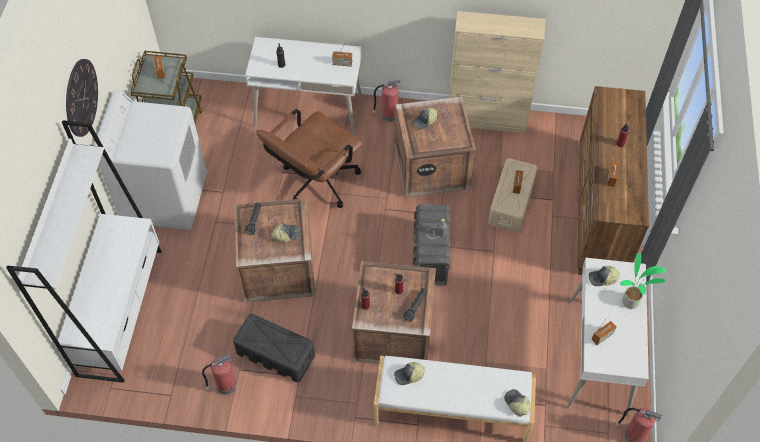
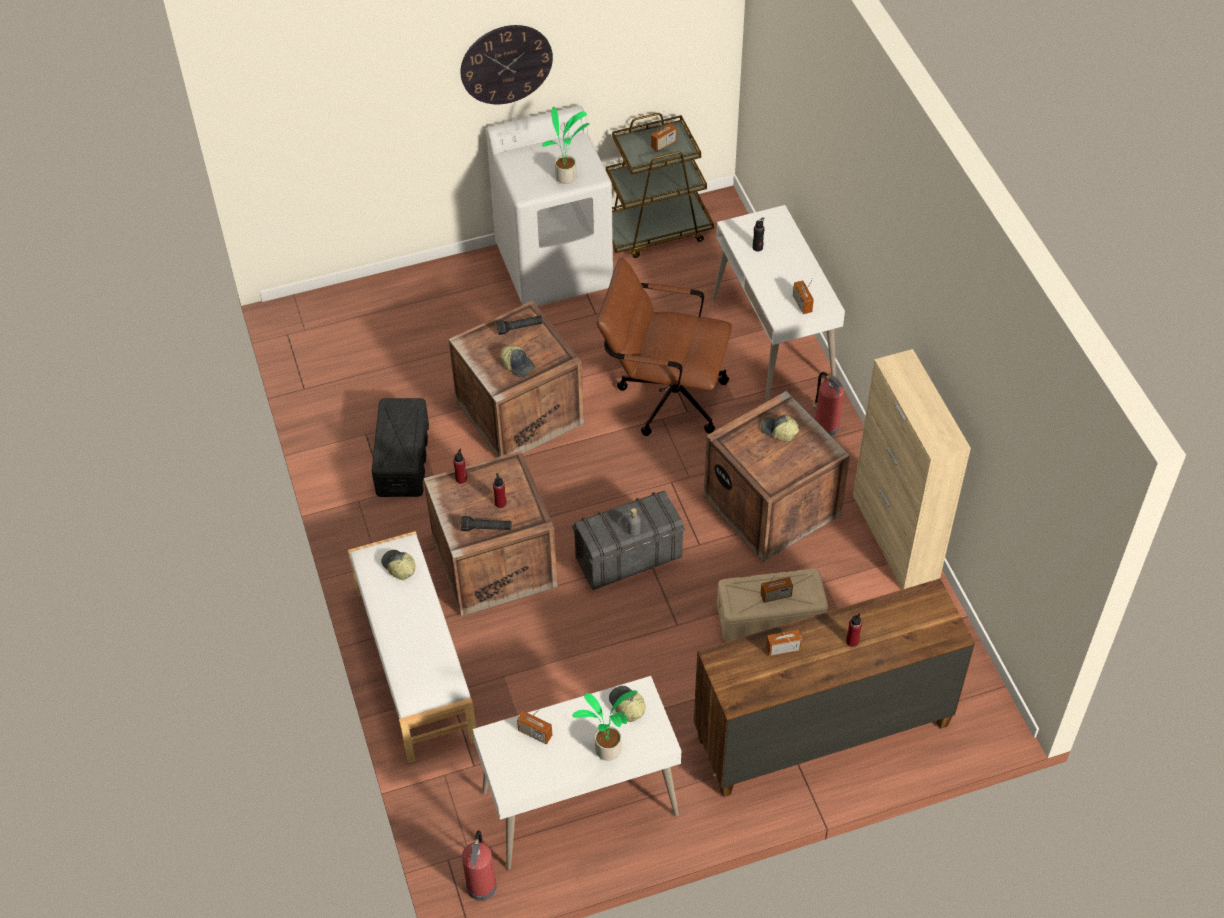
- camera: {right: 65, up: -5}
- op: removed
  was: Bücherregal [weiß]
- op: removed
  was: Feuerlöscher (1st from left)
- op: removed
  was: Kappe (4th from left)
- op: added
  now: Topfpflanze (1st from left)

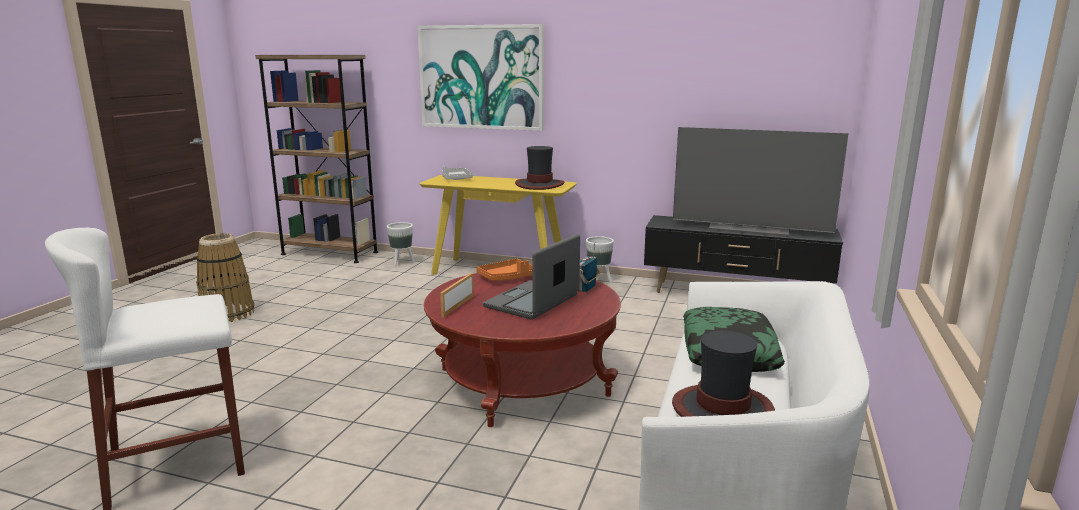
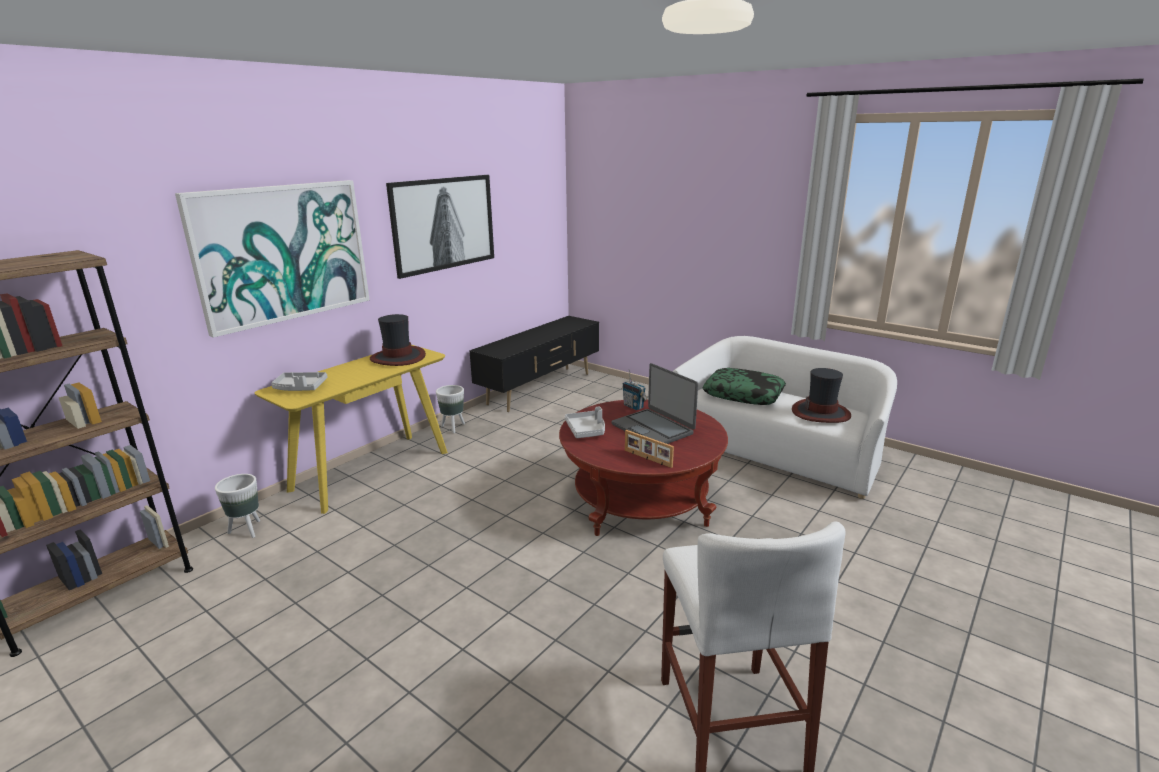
- camera: {right: -70, up: 5}
- op: removed
  was: Fernseher
- op: removed
  was: Korb
- op: recoloured
  was: Tablett [orange]
  now: Tablett [grau] (2nd from left)
- op: added
  now: Bild (2nd from left)

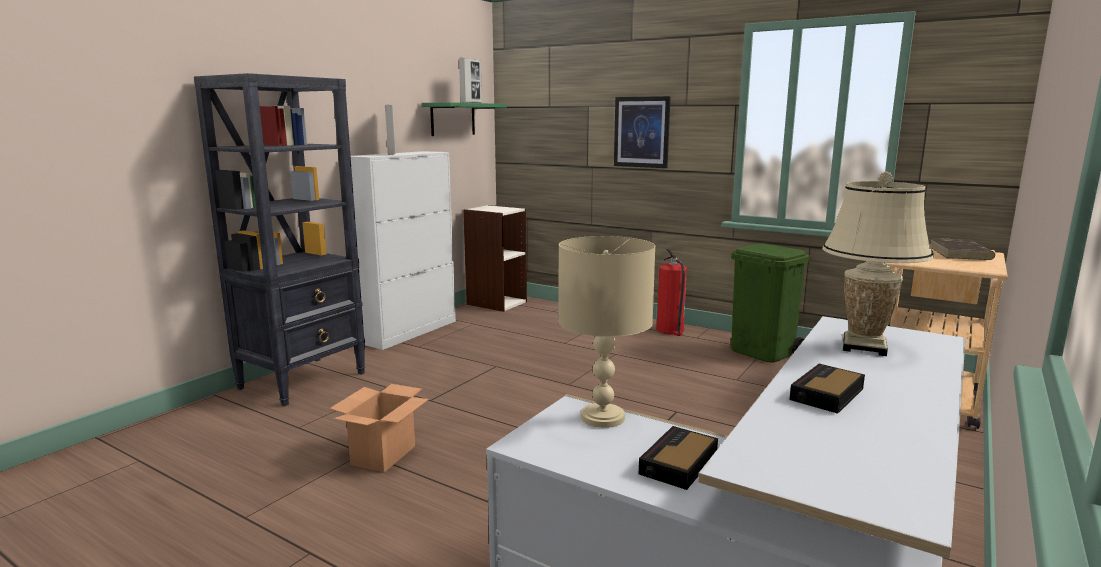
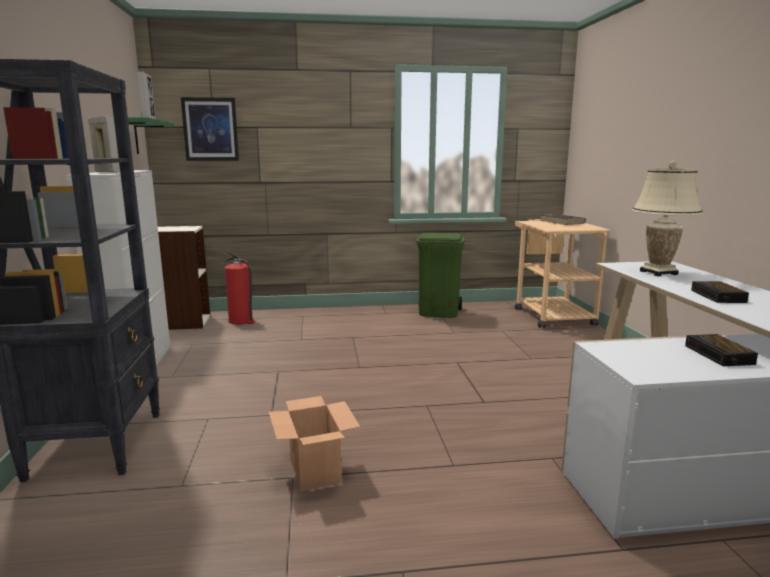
- camera: {right: -40, up: 0}
- op: moved
  was: Bild
- op: removed
  was: Tischlampe [beige] (1st from left)
- op: moved
  was: Feuerlöscher

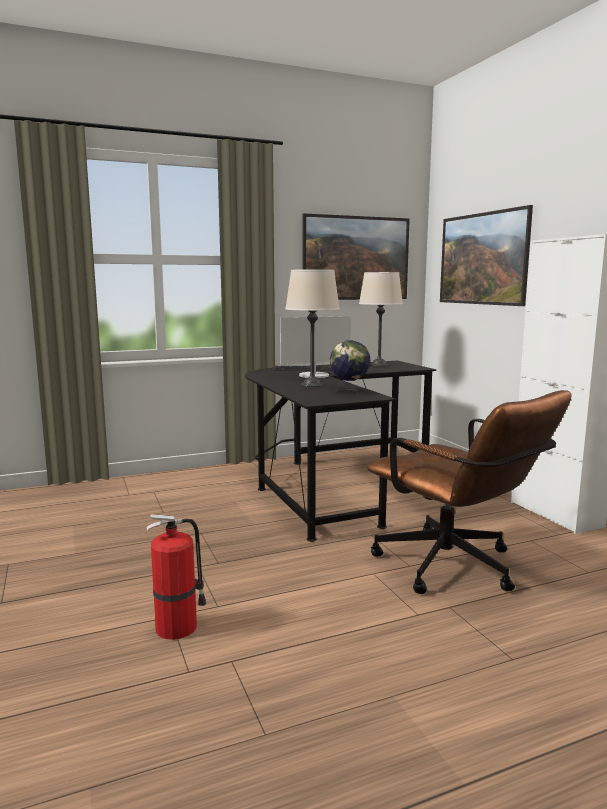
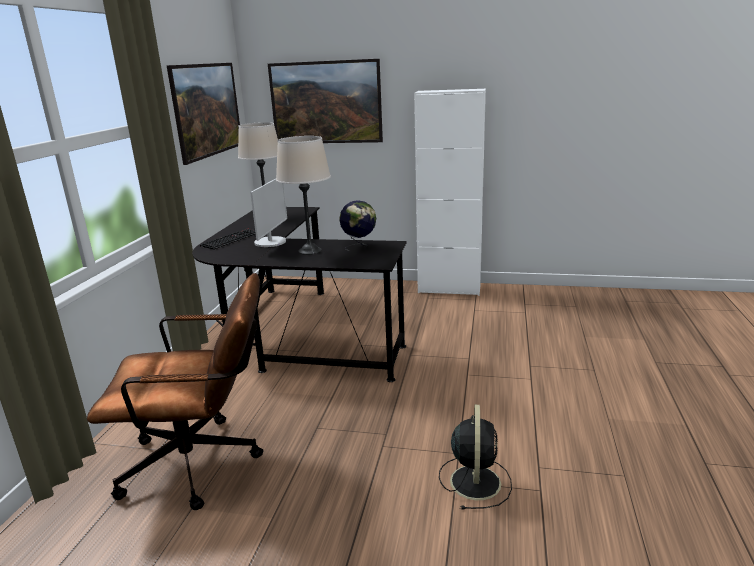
- camera: {right: -55, up: 10}
- op: moved
  was: Bürostuhl [braun]
- op: replaced
  was: Feuerlöscher
  now: Ventilator [schwarz]

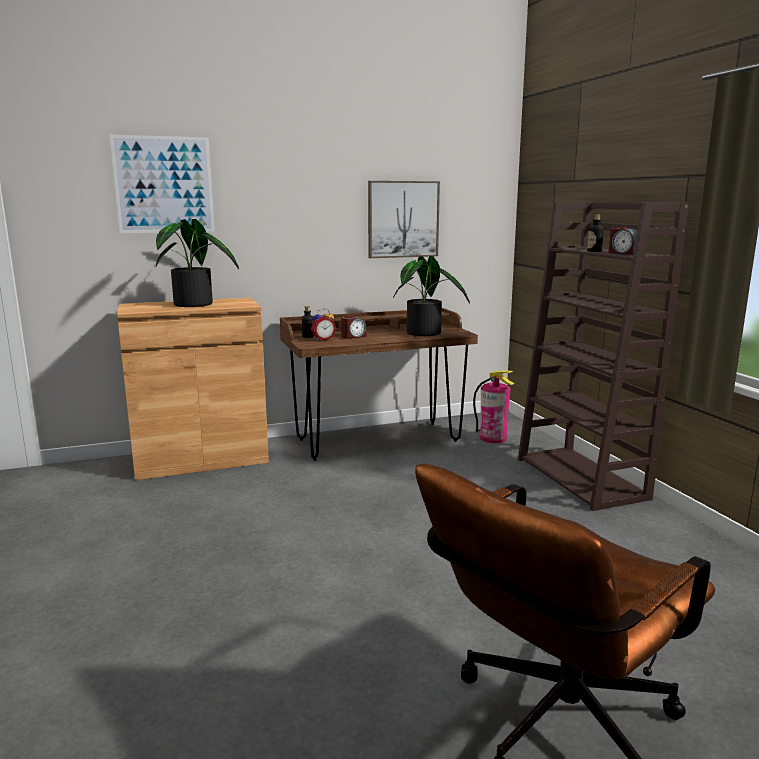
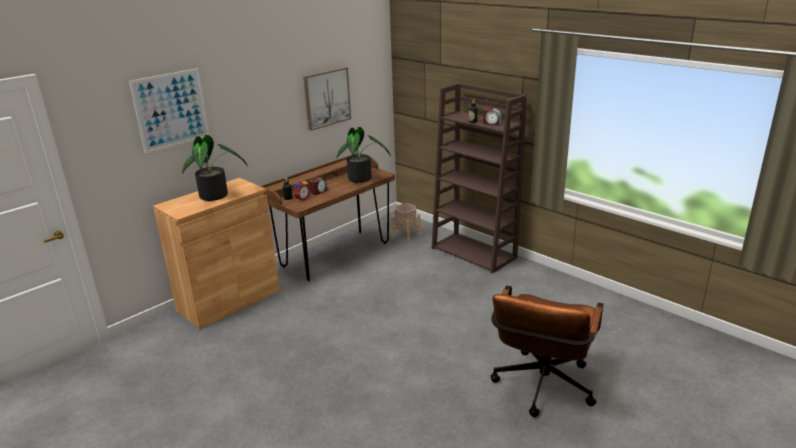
- camera: {right: -25, up: 10}
- op: replaced
  was: Feuerlöscher
  now: Pflanzkübel [beige]

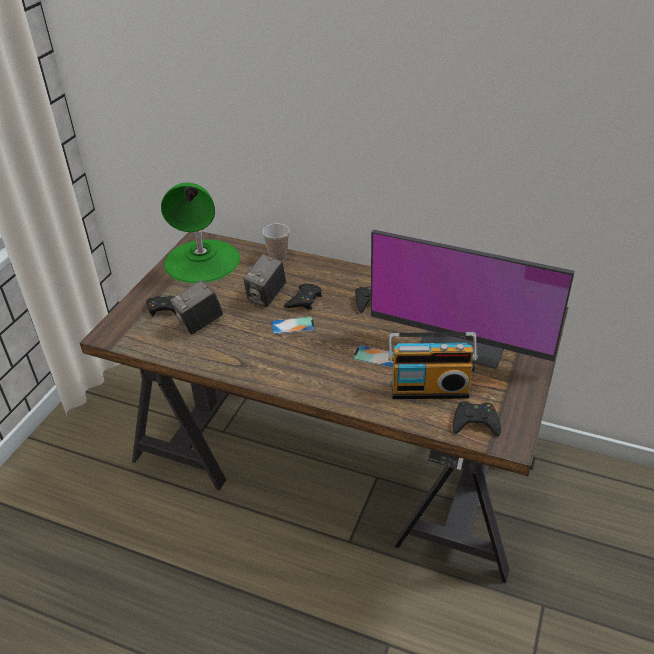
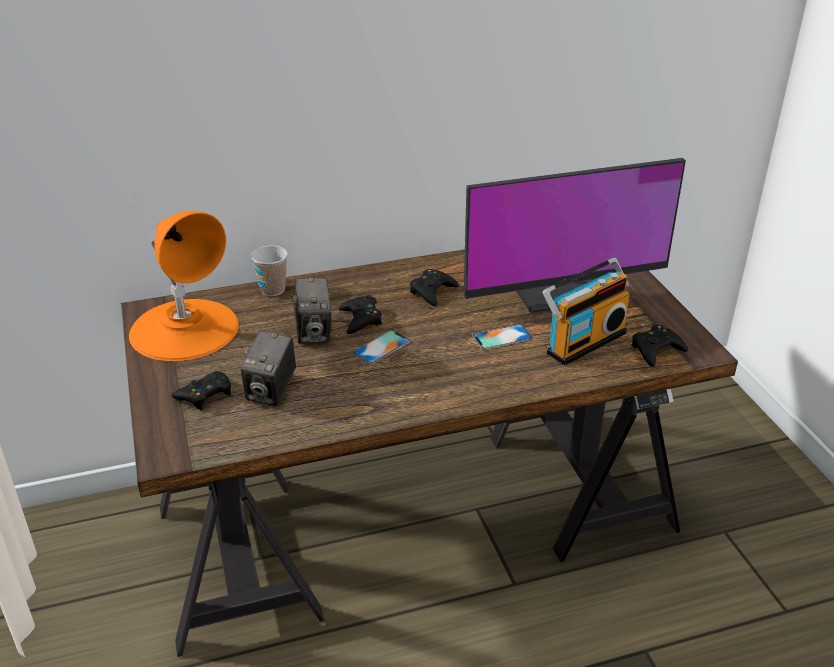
- camera: {right: -40, up: -5}
- op: recoloured
  was: Tischlampe [grün]
  now: Tischlampe [orange]

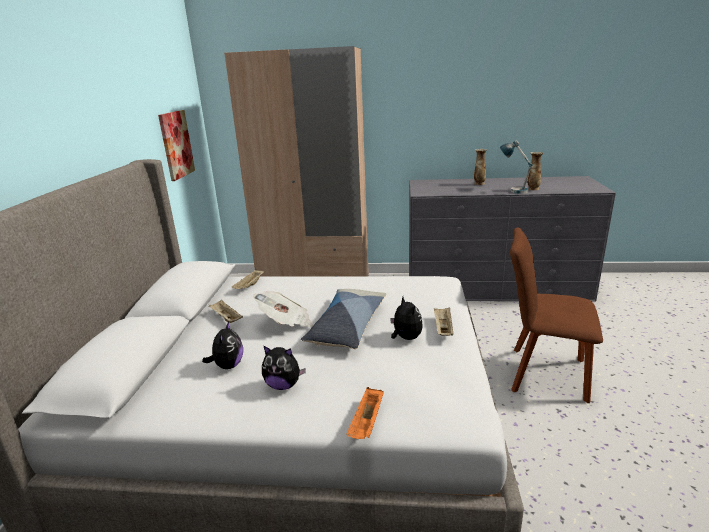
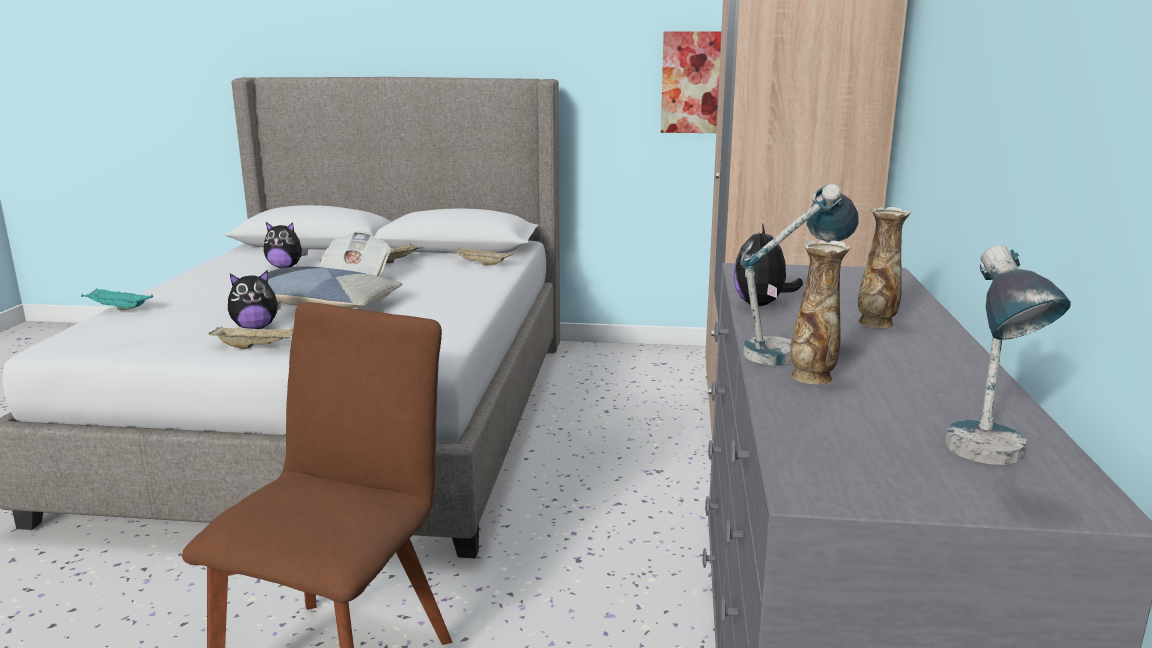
- camera: {right: 90, up: -5}
- op: moved
  was: Plüschtier (2nd from left in the first image)
  now: Plüschtier (3rd from left)
- op: recoloured
  was: Tablett [orange]
  now: Tablett [türkis]
- op: added
  now: Tischlampe (2nd from left)

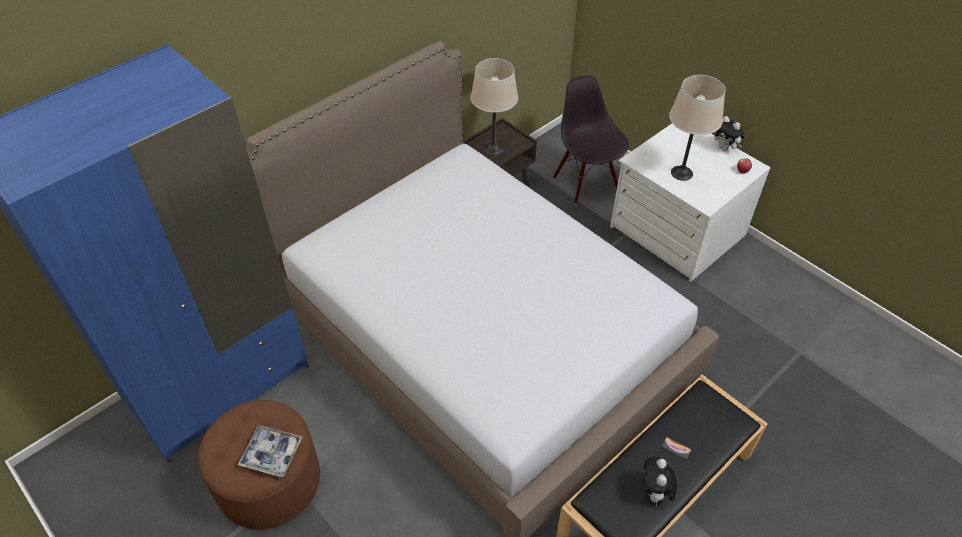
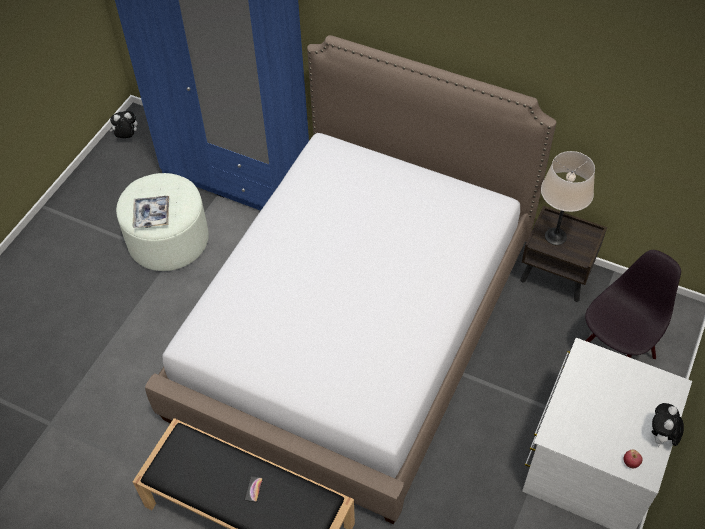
- camera: {right: 70, up: 5}
- op: removed
  was: Tischlampe [beige] (2nd from left)
- op: recoloured
  was: Polsterhocker [braun]
  now: Polsterhocker [weiß]
- op: moved
  was: Plüschtier (1st from left)

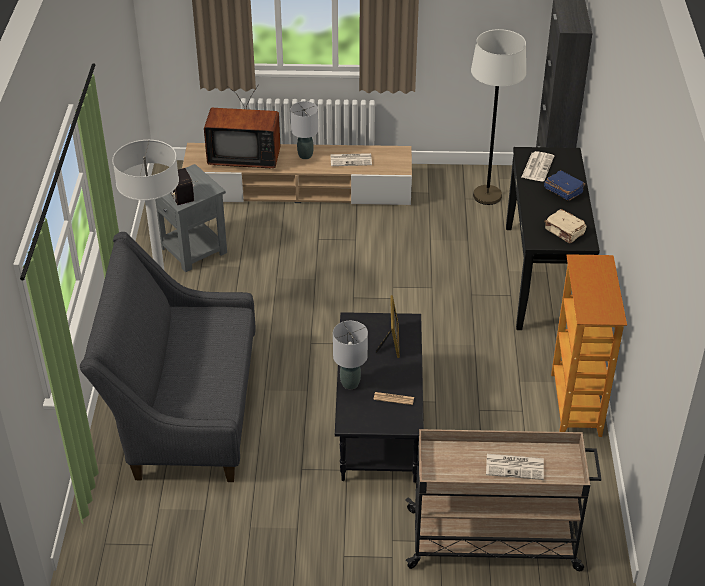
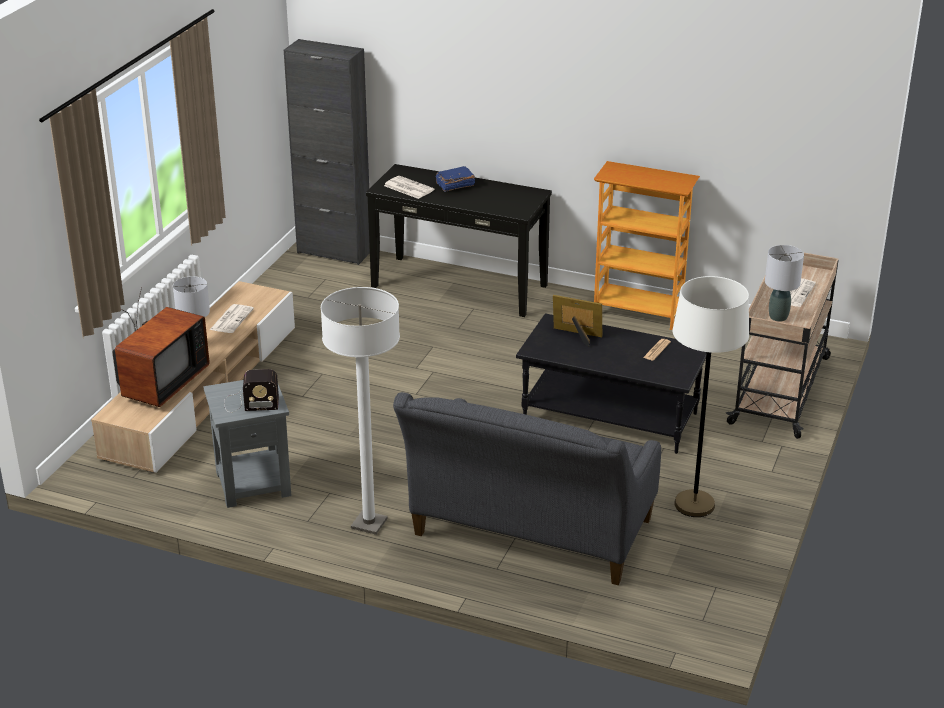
- camera: {right: -70, up: -10}
- op: moved
  was: Stehlampe [weiß] (2nd from left)
- op: removed
  was: Buch [beige]
- op: moved
  was: Tischlampe [grau] (2nd from left)

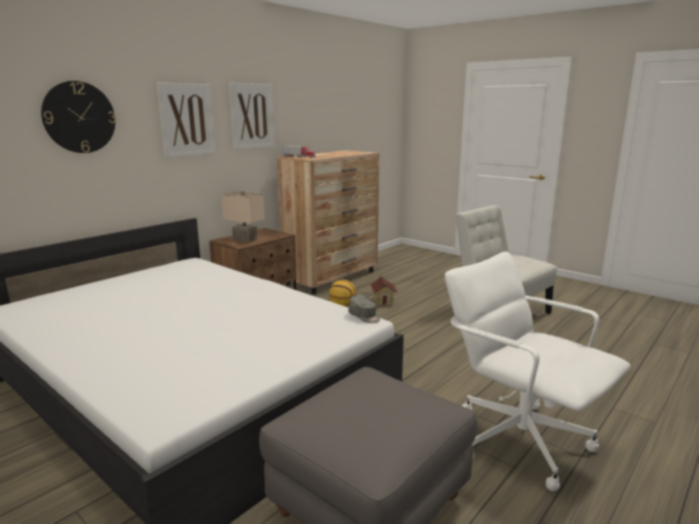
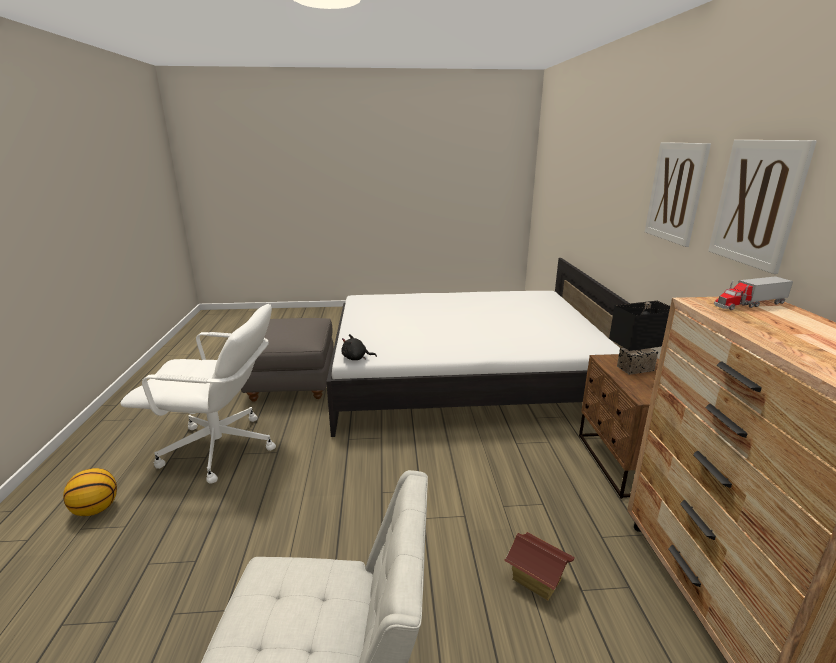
- camera: {right: 135, up: 5}
- op: removed
  was: Wanduhr
- op: recoloured
  was: Tischlampe [beige]
  now: Tischlampe [schwarz]
- op: moved
  was: Basketball
- op: replaced
  was: Kappe [grau]
  now: Plüschtier [schwarz]

